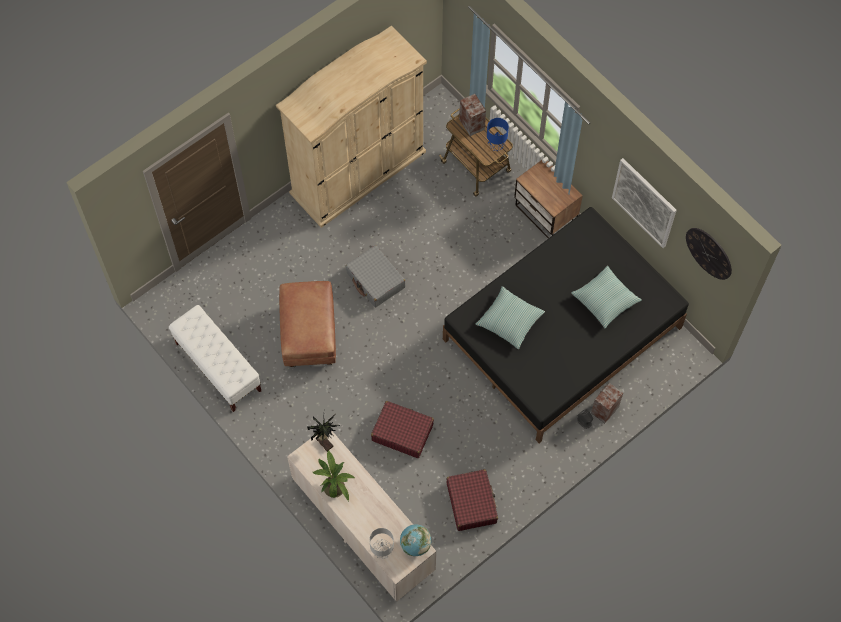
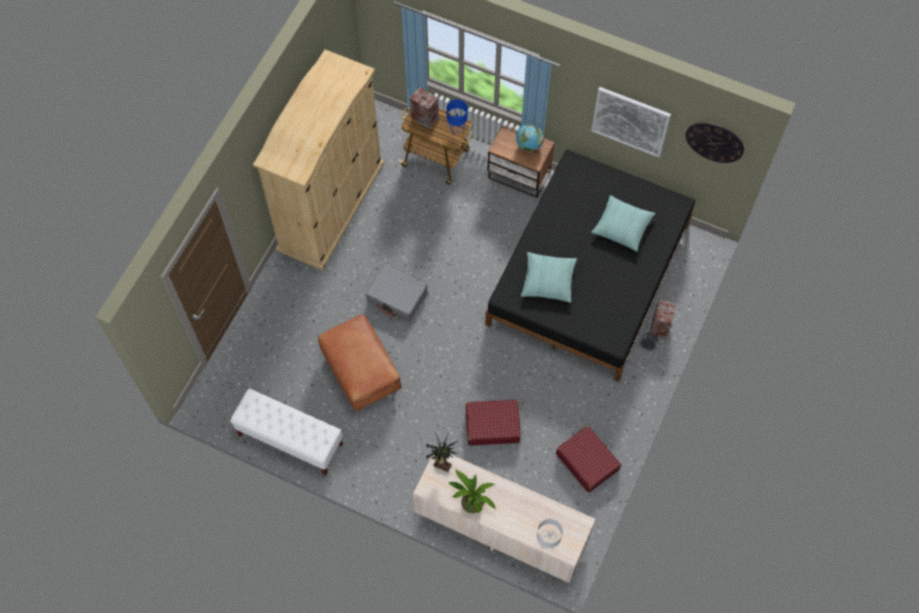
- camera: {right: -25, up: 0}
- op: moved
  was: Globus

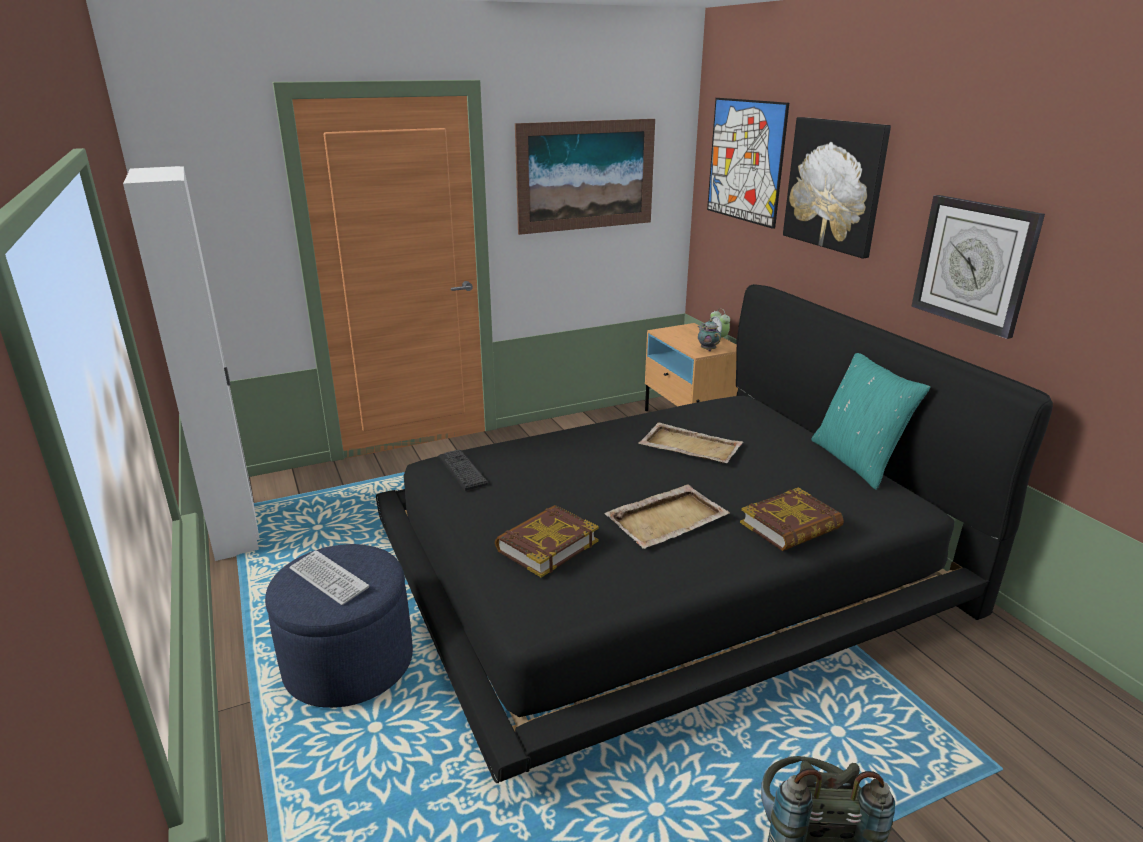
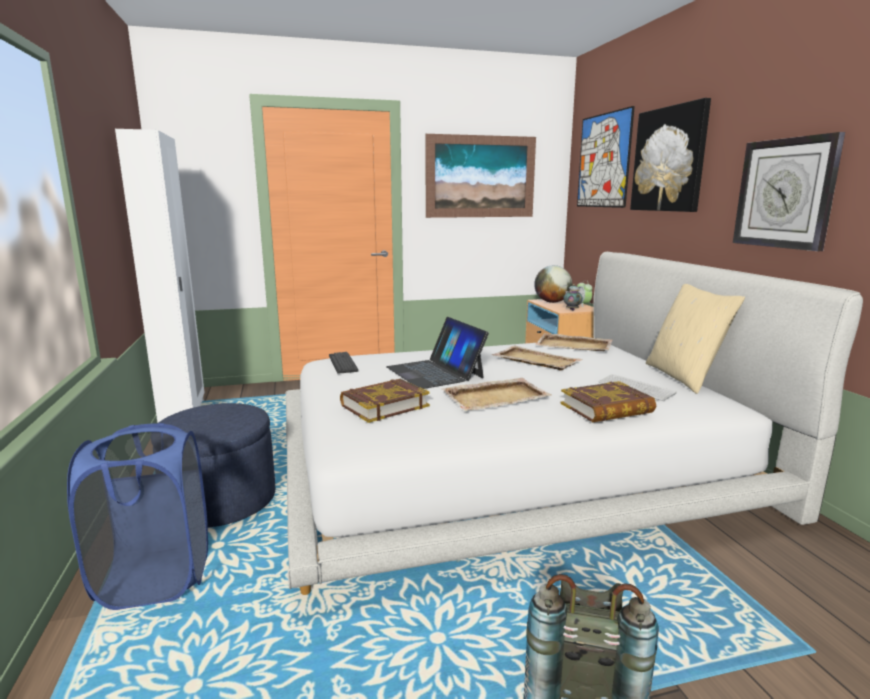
- camera: {right: 10, up: -10}
- op: recoloured
  was: Bett [schwarz]
  now: Bett [weiß]
- op: recoloured
  was: Kissen [türkis]
  now: Kissen [beige]
- op: moved
  was: Tastatur (1st from left in the first image)
  now: Tastatur (2nd from left)
- op: added
  now: Globus
- op: added
  now: Laptop
- op: added
  now: Tablett [beige] (3rd from left)
- op: added
  now: Wäschekorb [blau]

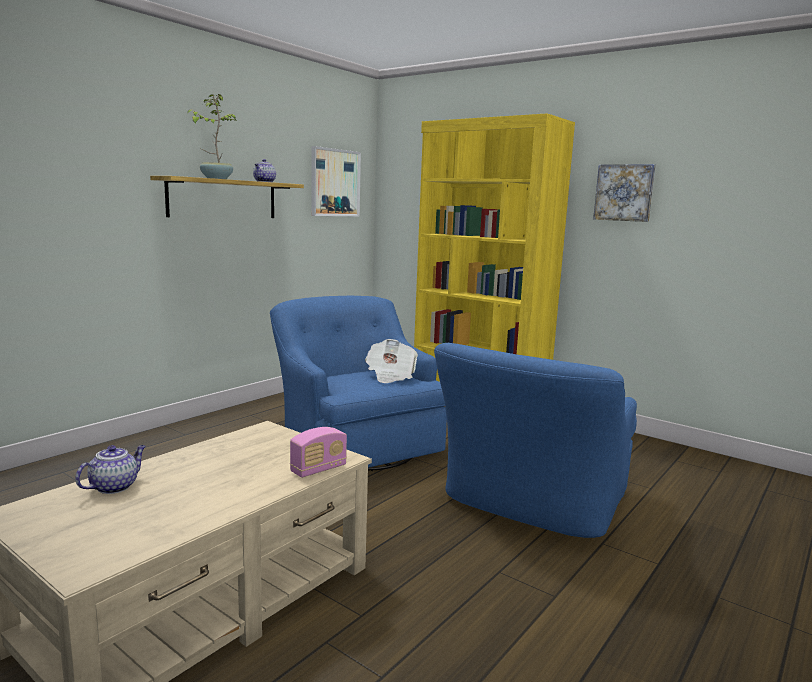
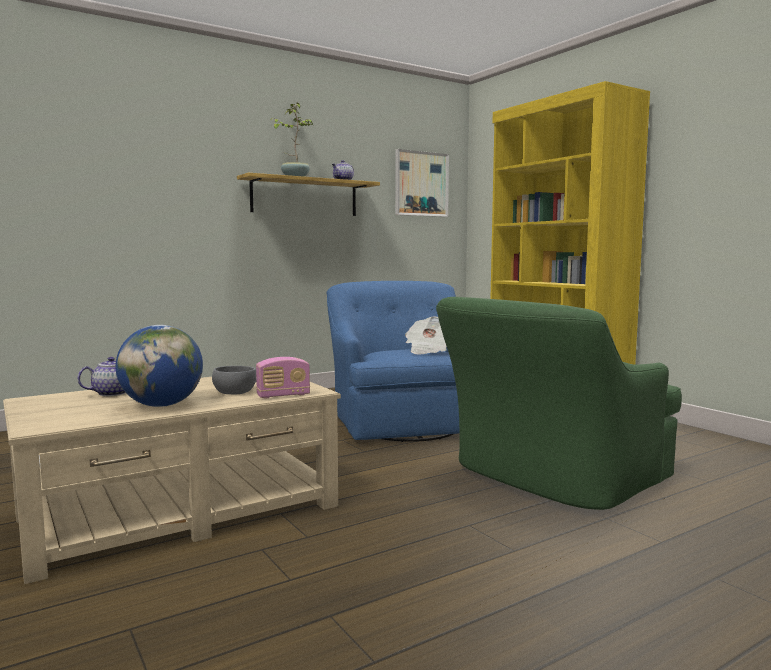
- camera: {right: 20, up: -5}
- op: removed
  was: Bild (2nd from left)
- op: recoloured
  was: Sessel [blau] (2nd from left)
  now: Sessel [grün]
- op: added
  now: Globus
- op: added
  now: Schüssel [grau]

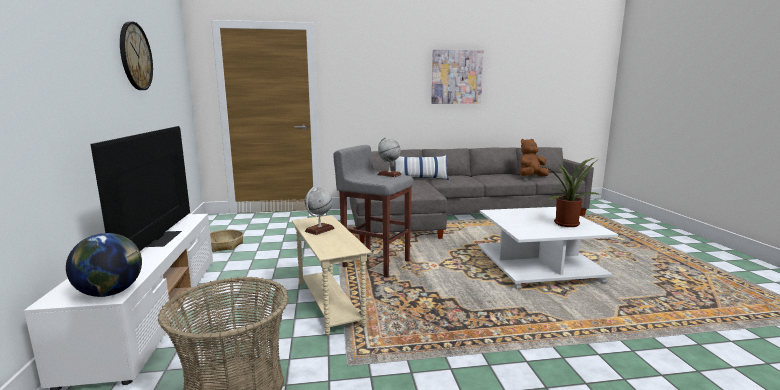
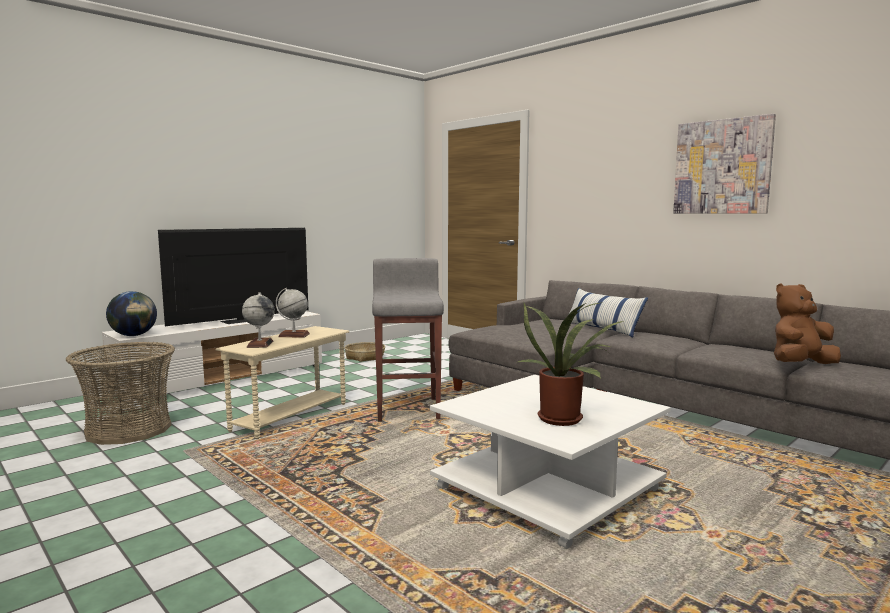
- camera: {right: 55, up: -5}
- op: removed
  was: Wanduhr
- op: moved
  was: Globus (3rd from left in the first image)
  now: Globus (2nd from left)
- op: turned
  was: Plüschtier [braun]
  clockwise: -45

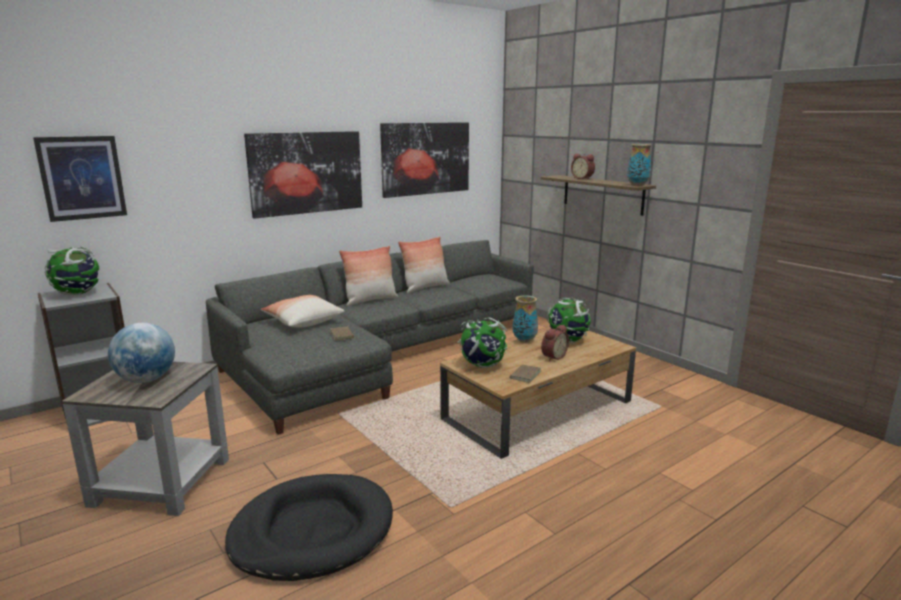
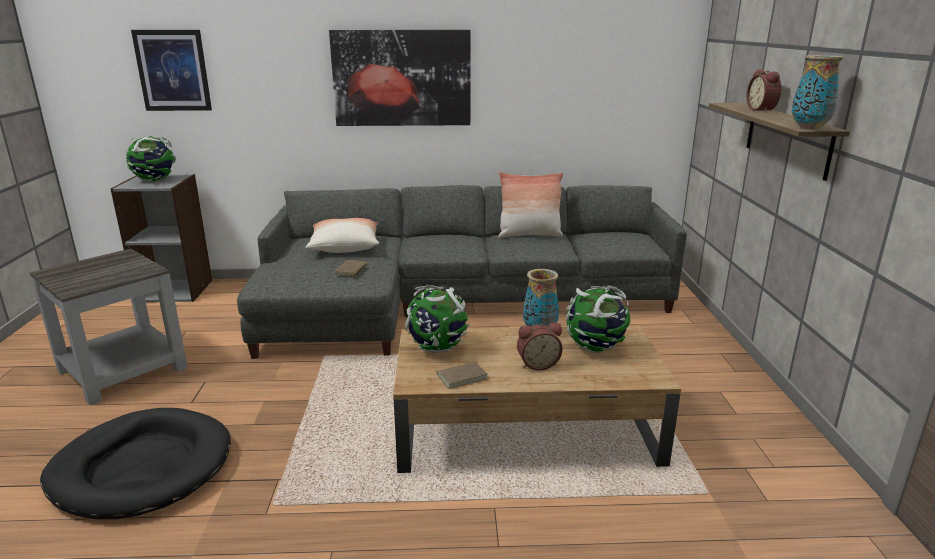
- camera: {right: 35, up: 5}
- op: removed
  was: Bild (3rd from left)
- op: removed
  was: Kissen (2nd from left)
- op: removed
  was: Globus (2nd from left)

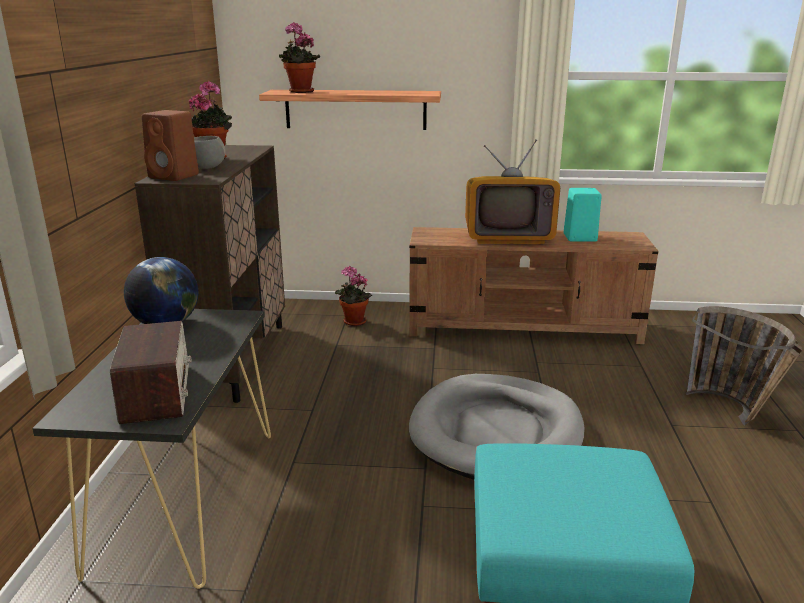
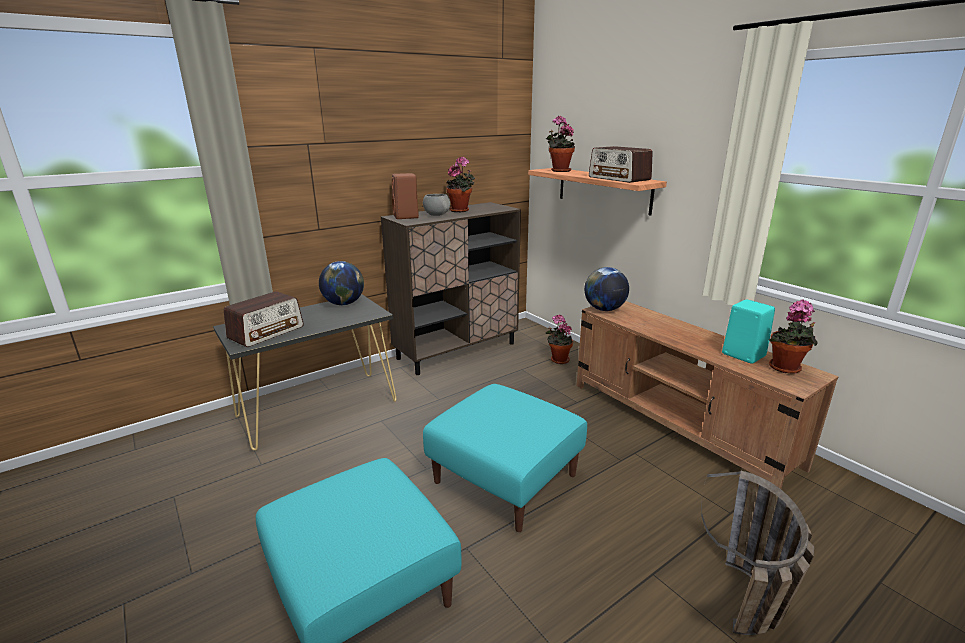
- camera: {right: 50, up: 0}
- op: removed
  was: Fernseher
- op: replaced
  was: Hundebett [grau]
  now: Polsterhocker [türkis] (2nd from left)
- op: added
  now: Radio (2nd from left)
- op: added
  now: Globus (2nd from left)
- op: added
  now: Topfpflanze (4th from left)

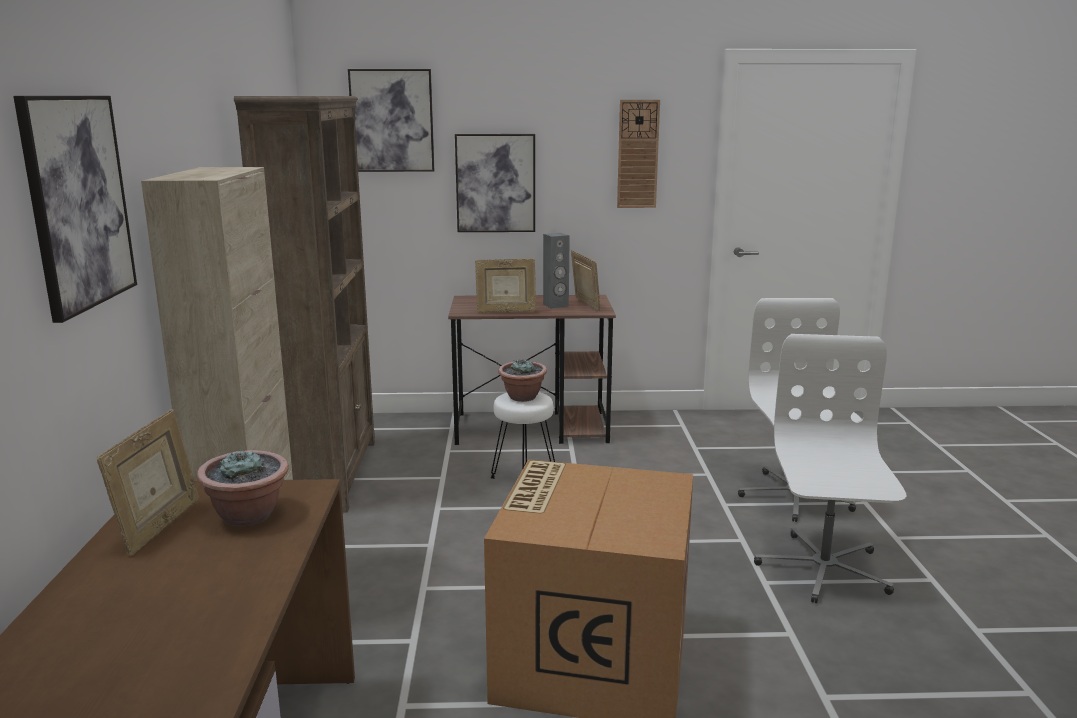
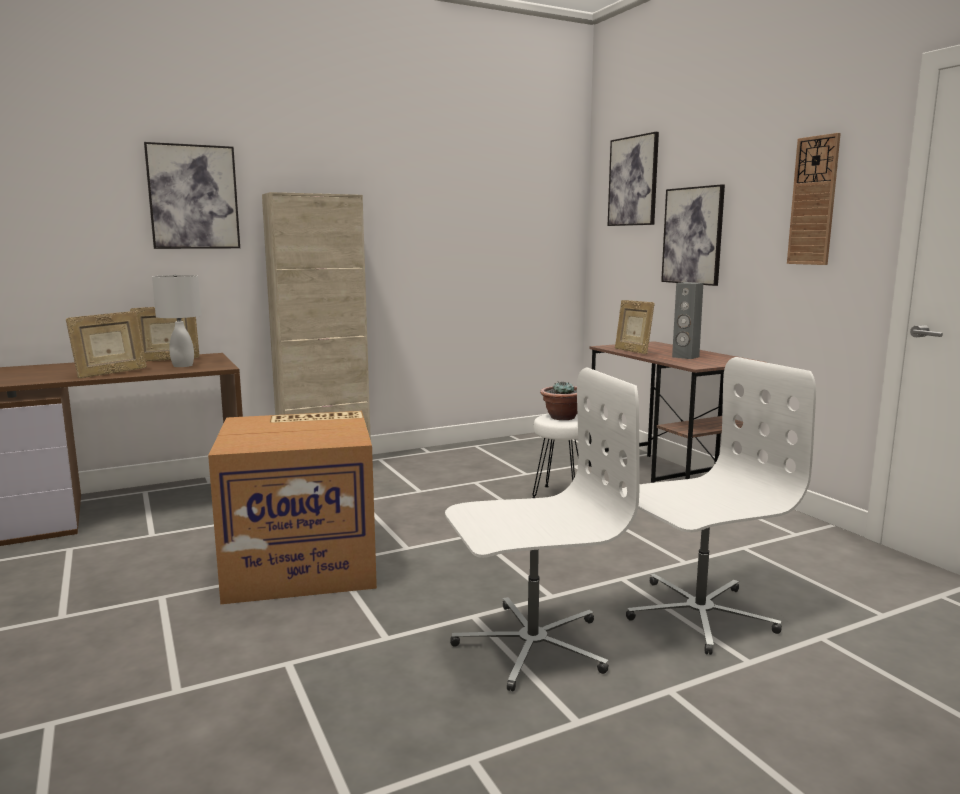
- camera: {right: 65, up: -5}
- op: removed
  was: Bücherregal [braun]
- op: moved
  was: Bilderrahmen (3rd from left in the first image)
  now: Bilderrahmen (1st from left)
- op: replaced
  was: Topfpflanze (1st from left)
  now: Tischlampe [weiß]

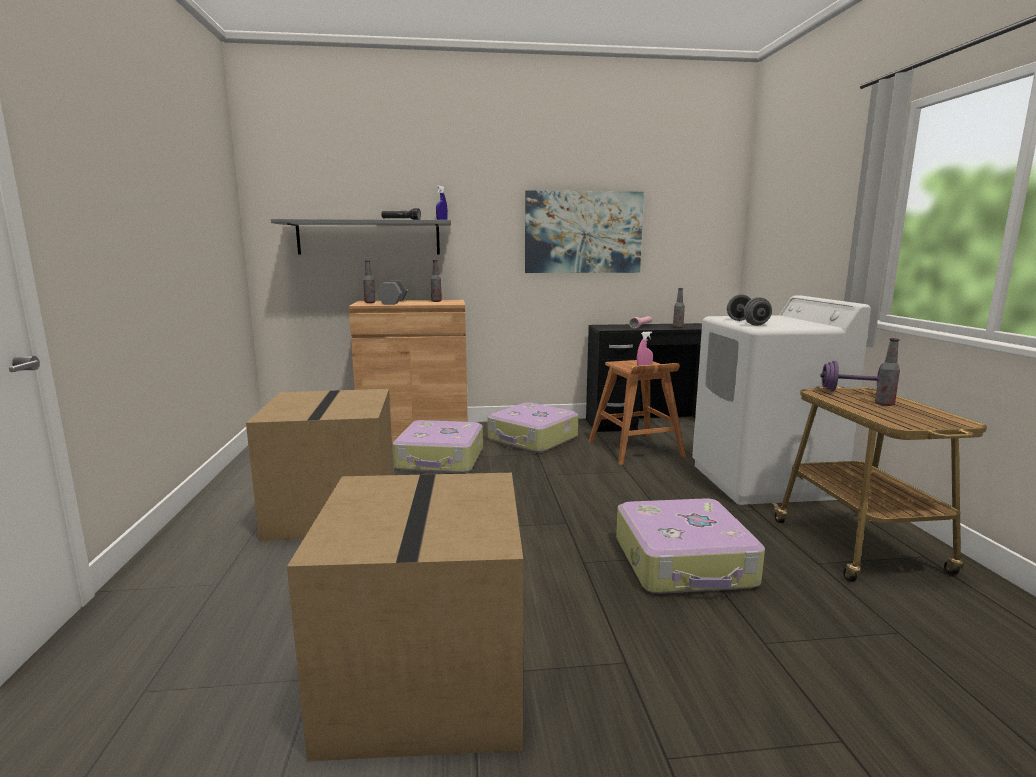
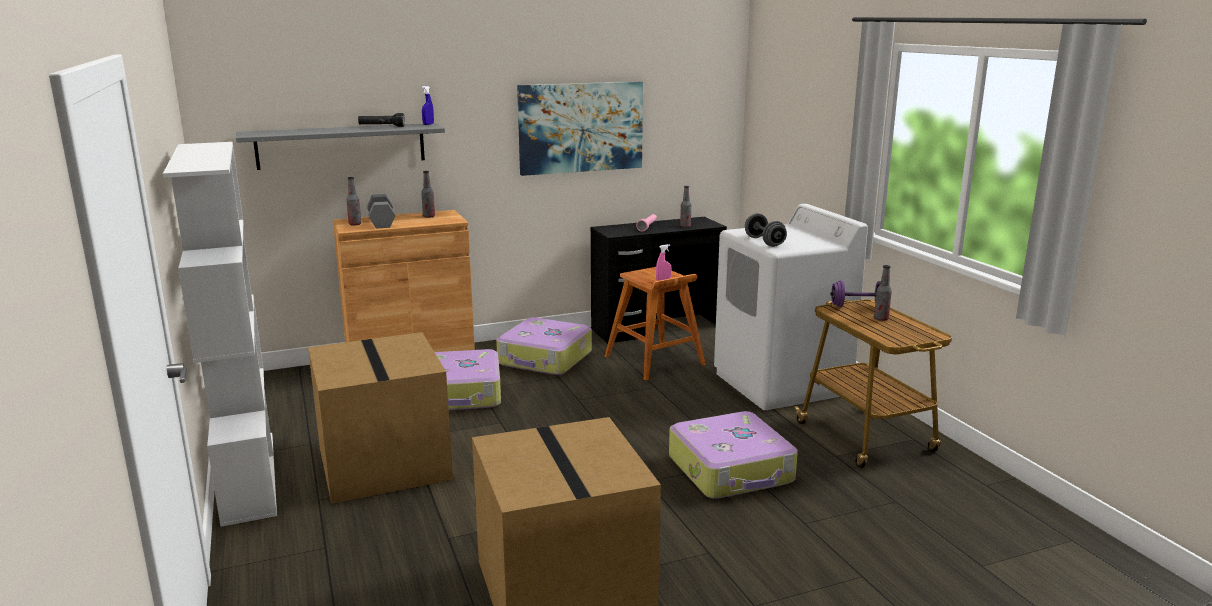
- camera: {right: -15, up: 5}
- op: added
  now: Bücherregal [weiß]

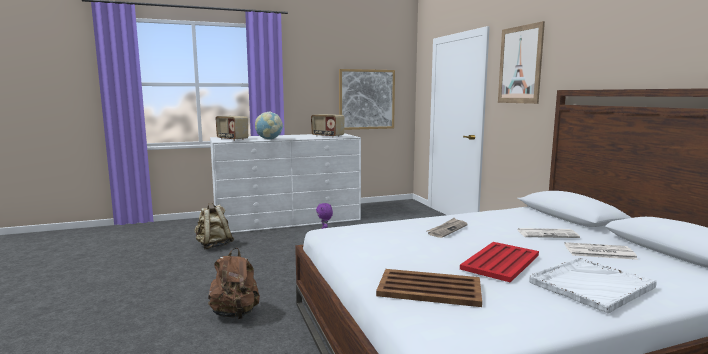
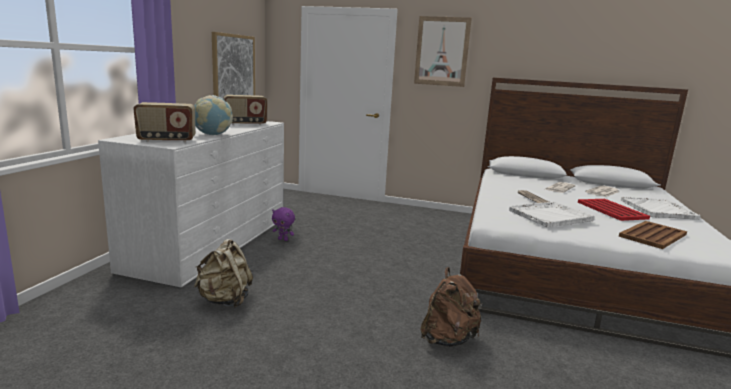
- camera: {right: -55, up: 5}
- op: added
  now: Tablett [weiß] (1st from left)

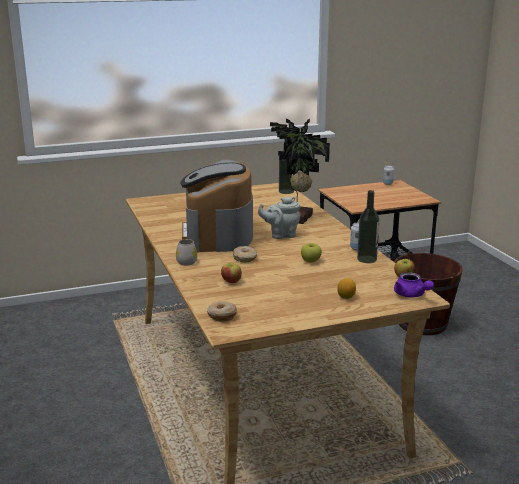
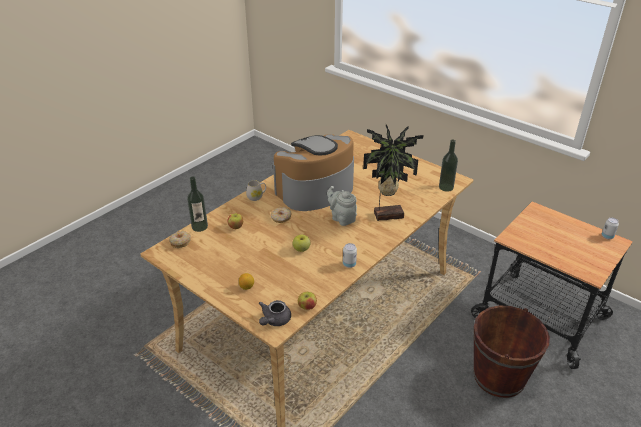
- camera: {right: 60, up: 15}
- op: moved
  was: Flasche (2nd from left in the first image)
  now: Flasche (1st from left)
- op: recoloured
  was: Teekanne [lila]
  now: Teekanne [grau] (1st from left)

